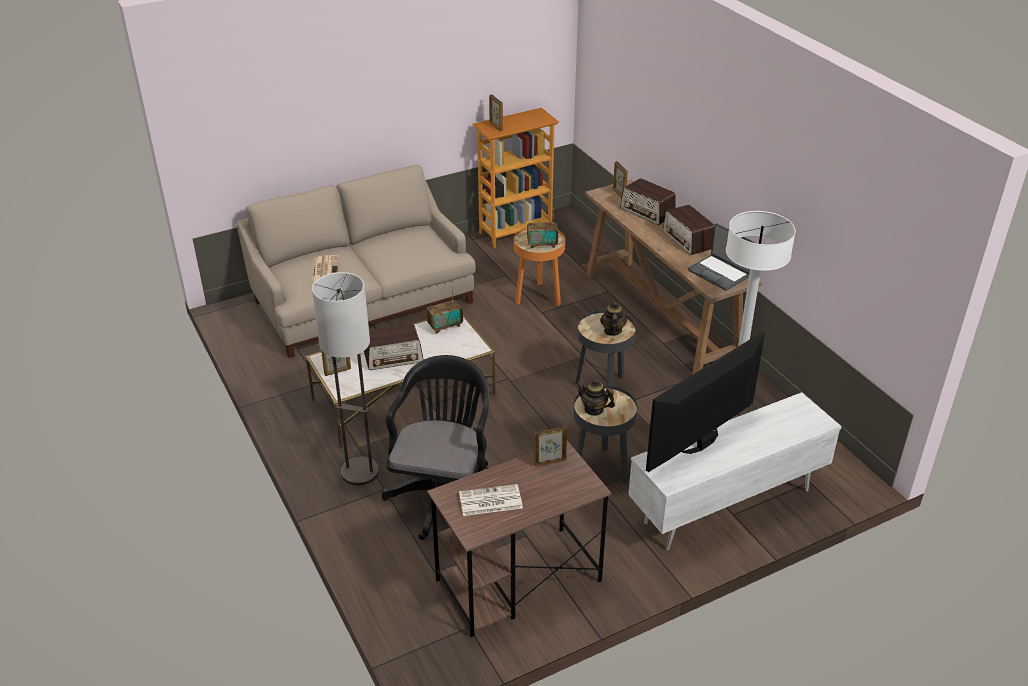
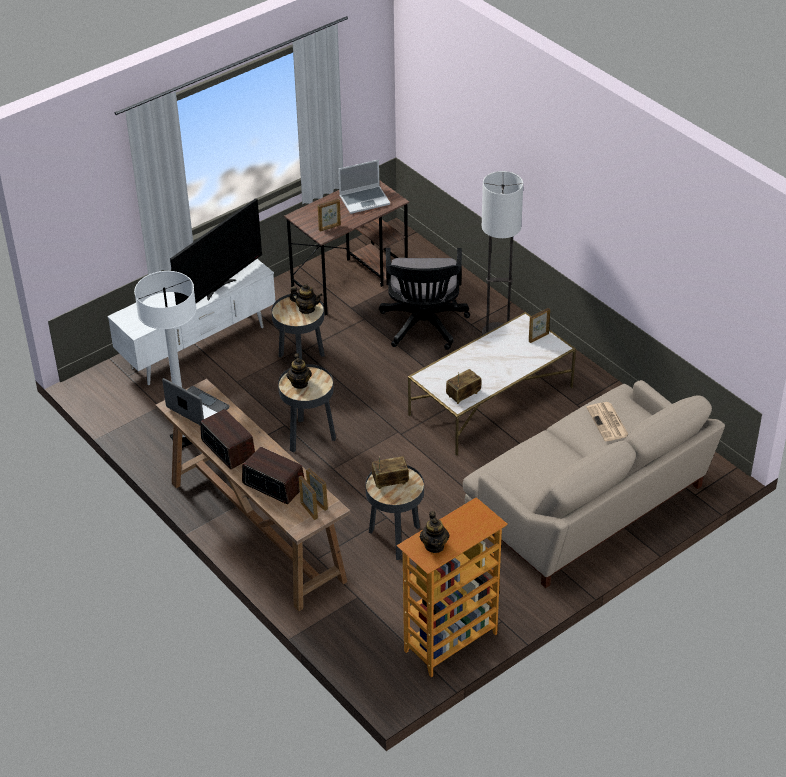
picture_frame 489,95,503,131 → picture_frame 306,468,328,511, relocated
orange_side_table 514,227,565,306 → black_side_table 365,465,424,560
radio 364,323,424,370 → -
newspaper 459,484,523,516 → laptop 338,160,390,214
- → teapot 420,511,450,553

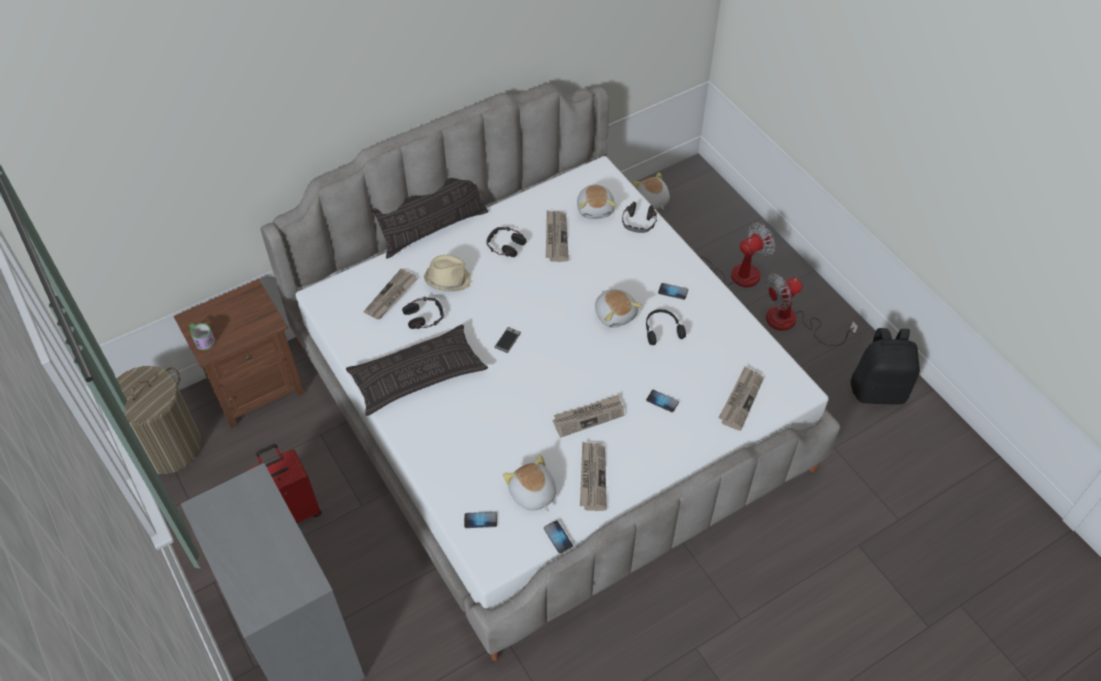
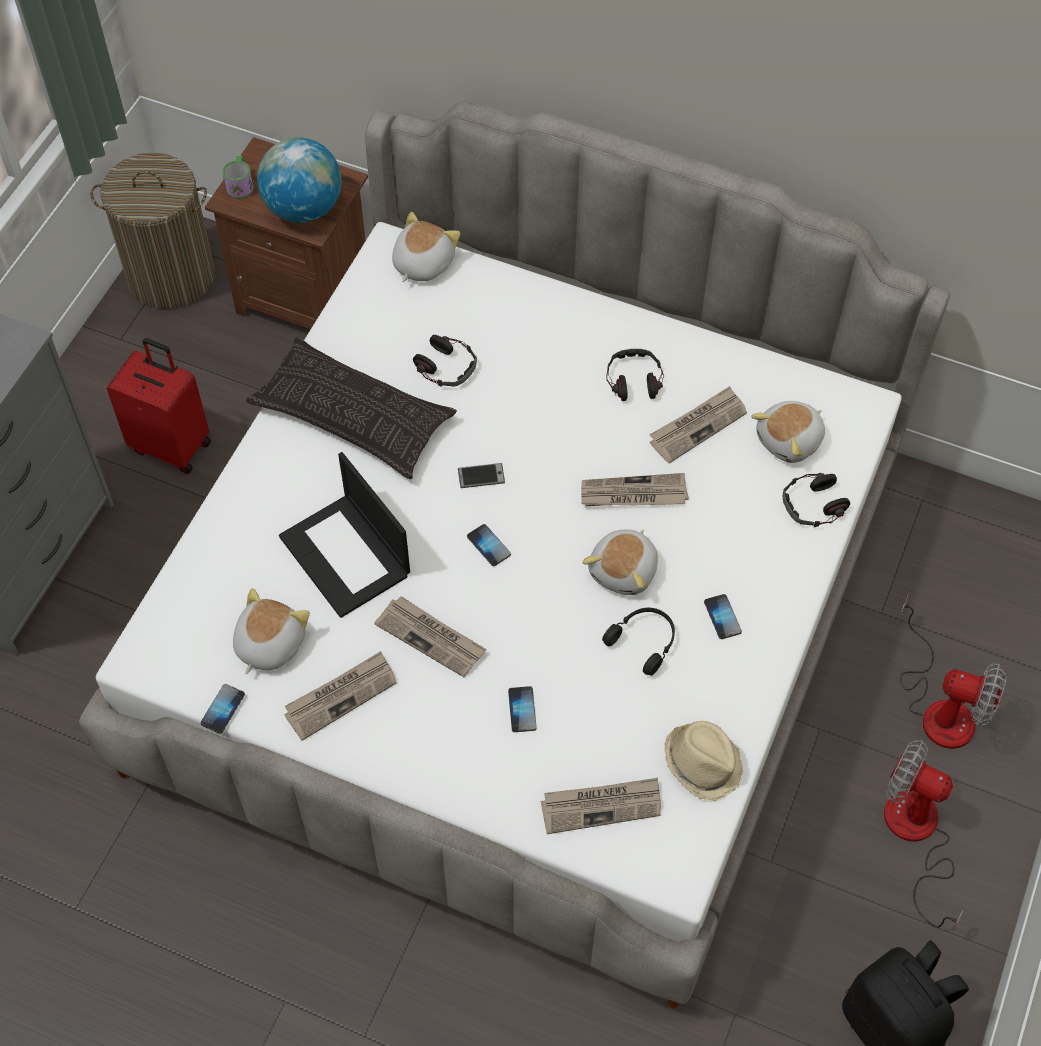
plush_toy 632,172,670,210 → plush_toy 392,212,460,282, relocated
pillow 372,178,488,259 → -
beige_hat 424,255,471,291 → beige_hat 664,721,743,801, relocated
newspaper 364,269,417,319 → newspaper 581,473,689,506, relocated
phone 464,512,497,528 → phone 467,524,511,566, relocated
- → globe 257,137,341,223
- → laptop 279,452,410,618

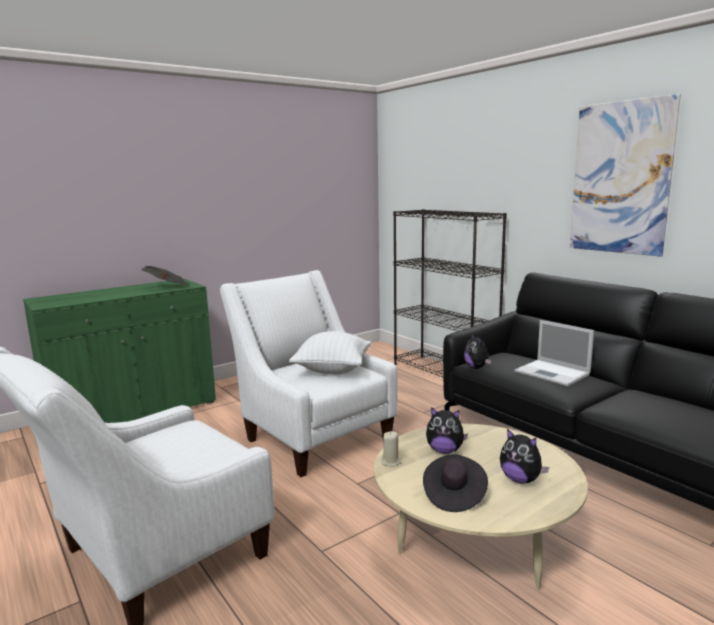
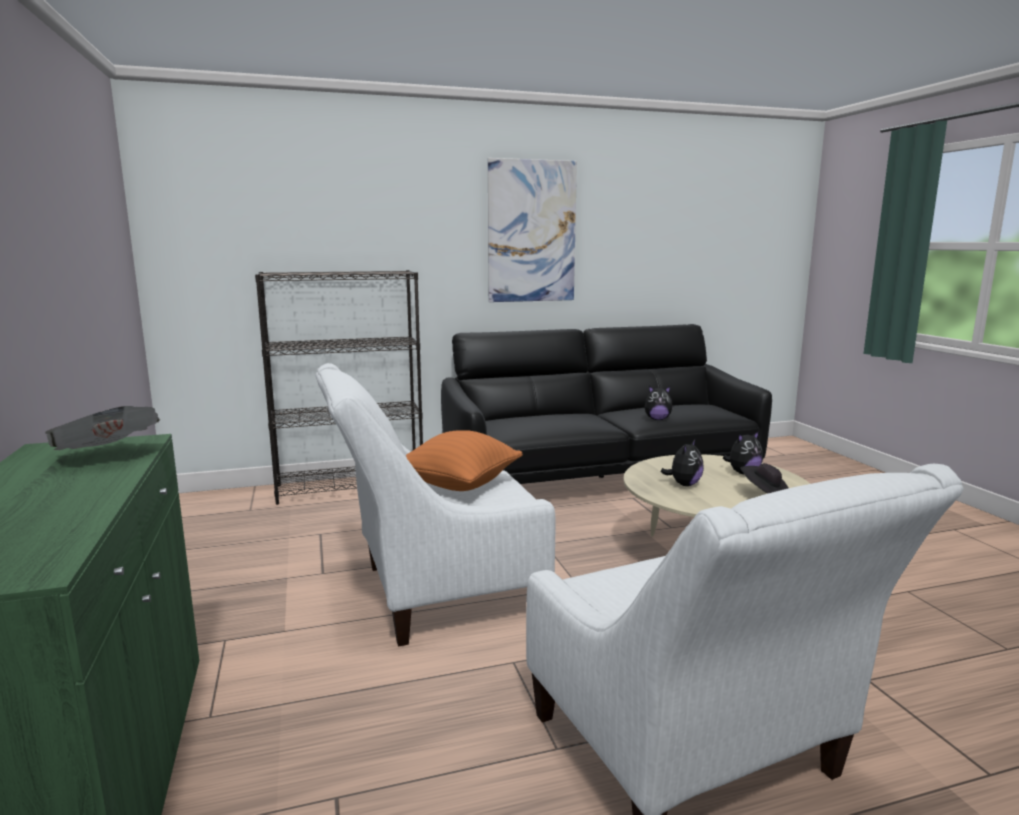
laptop 515,320,594,386 → -
white_pillow 289,331,371,375 → orange_pillow 406,430,523,491
plush_toy 464,333,491,369 → plush_toy 644,386,673,420, relocated
beige_candle 381,431,401,467 → -

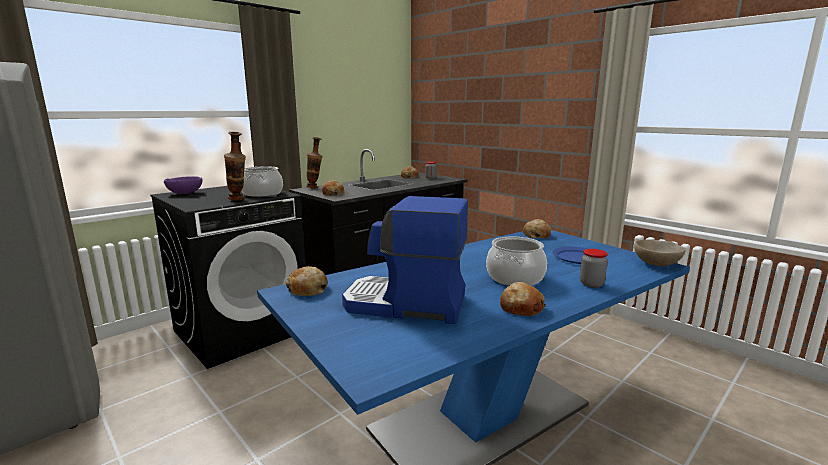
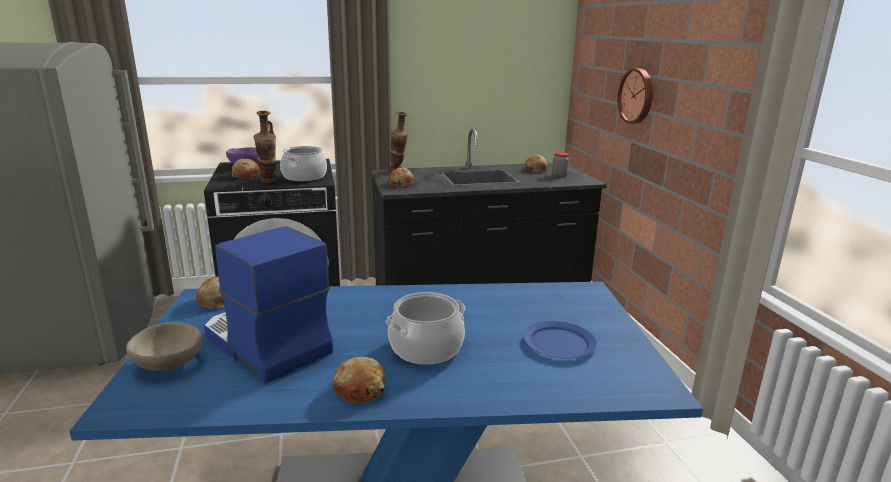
bread 523,219,551,239 → bread 232,159,261,179, relocated
beige_bowl 634,240,685,266 → beige_bowl 126,322,202,371, relocated
jar 580,249,608,288 → -
- → wall_clock 618,68,653,124

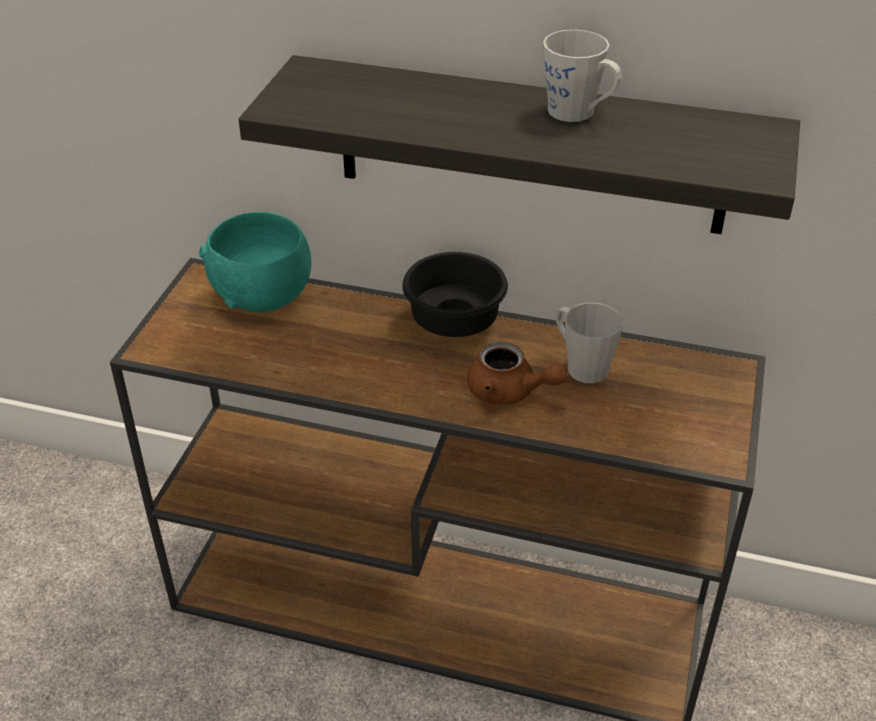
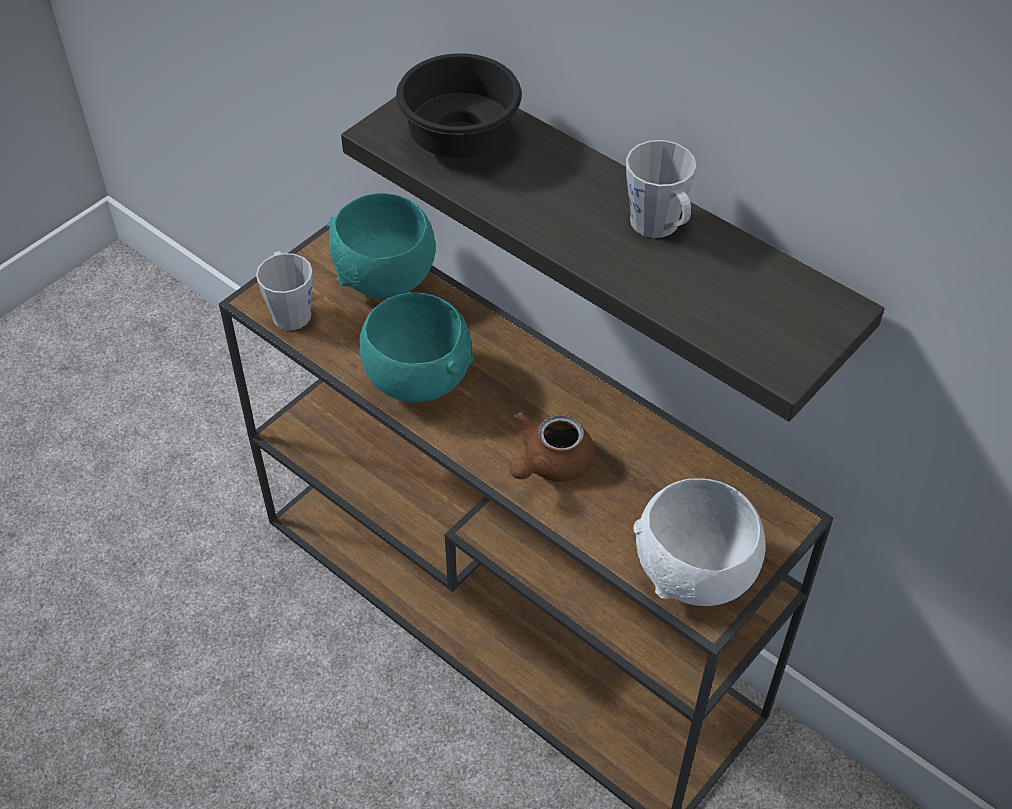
black_bowl 402,252,508,337 → black_bowl 396,53,522,158, relocated
grey_mug 556,302,623,383 → grey_mug 256,251,313,330, relocated
brown_teapot 467,342,567,405 → brown_teapot 510,412,595,482, 75 degrees clockwise
- → turquoise_bowl 359,293,473,402
- → white_bowl 633,478,765,606

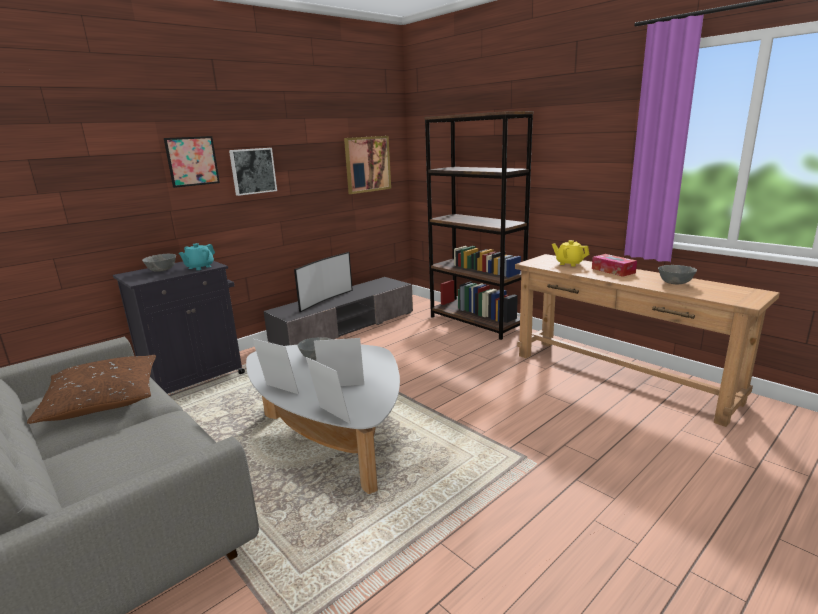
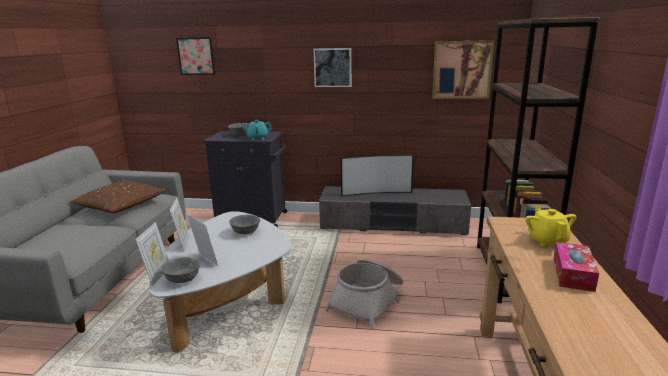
picture 164,136,220,188 → picture 176,37,215,75, relocated
grey_bowl 658,265,697,284 → grey_bowl 161,257,201,283, relocated
- → basket 325,259,403,329

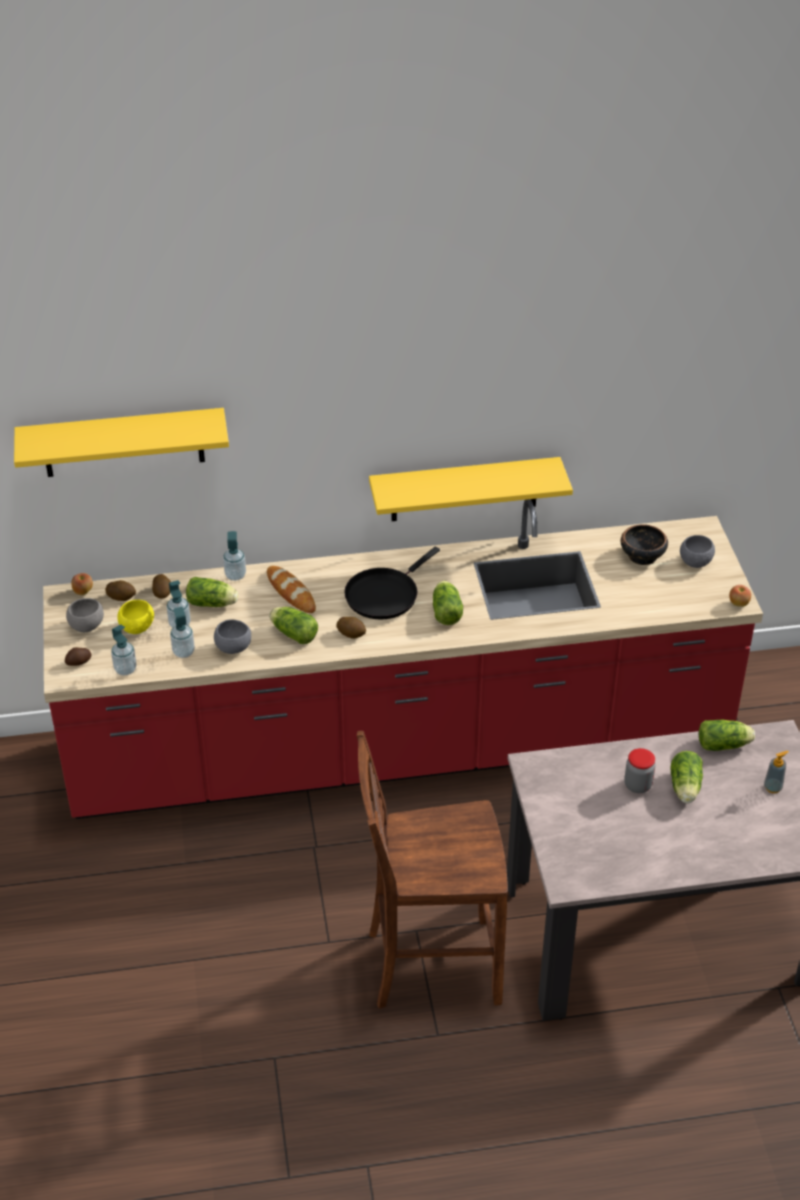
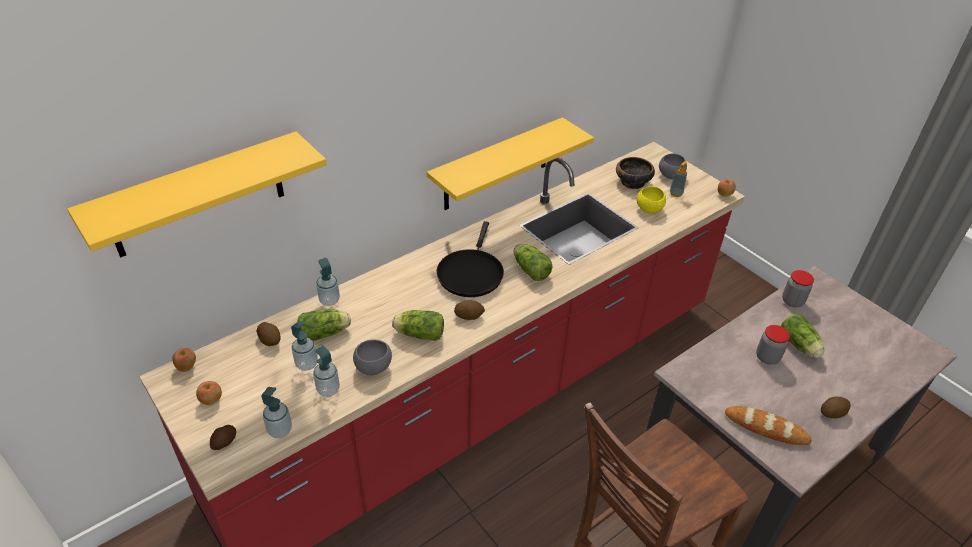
bread 267,566,316,613 → bread 725,406,812,445, relocated
potato 105,580,136,601 → potato 821,397,851,418, relocated
grey_bowl 66,598,104,632 → apple 196,381,222,405
yellow_bowl 117,600,154,634 → yellow_bowl 637,186,666,214, relocated
lettuce 699,720,755,751 → jar 782,270,814,307
soap_dispenser 764,751,789,793 → soap_dispenser 670,161,687,197, relocated

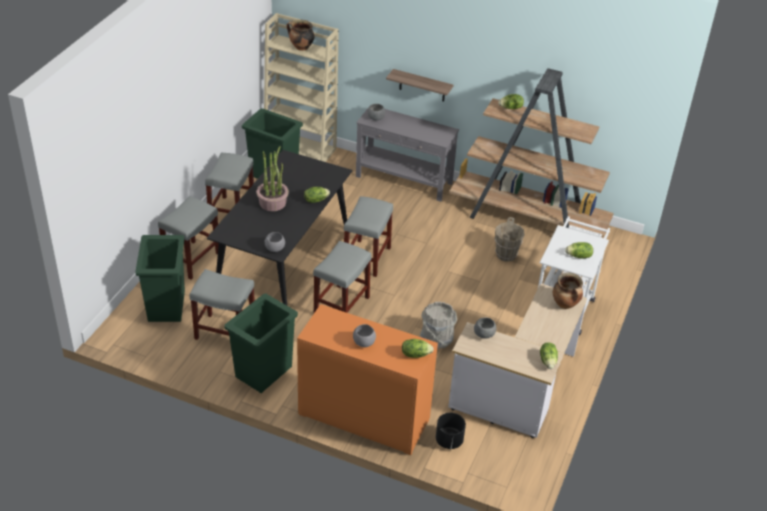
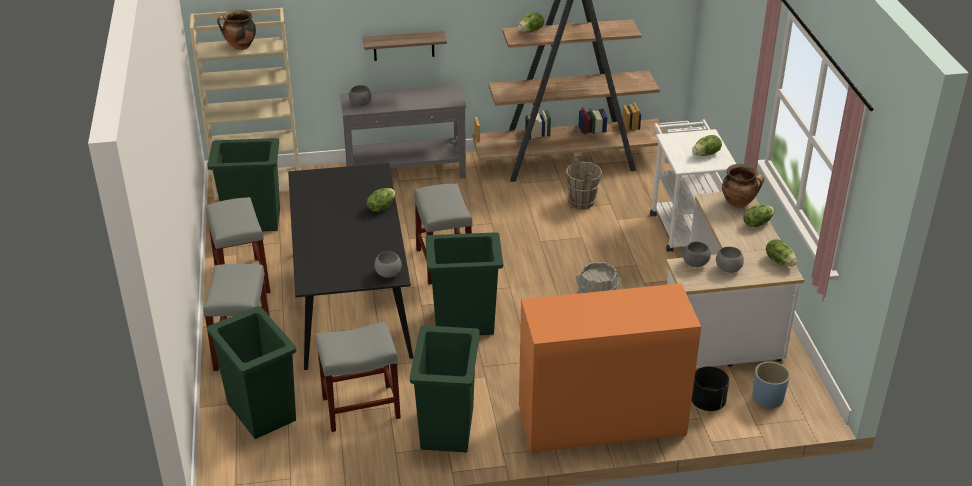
potted_plant 256,146,289,211 → -
grey_stool 313,241,371,313 → green_trash_can 426,232,503,335
grey_bowl 353,324,376,347 → grey_bowl 716,247,744,273, relocated
lettuce 402,339,434,358 → lettuce 743,205,775,227, relocated
- → blue_planter 752,361,790,409

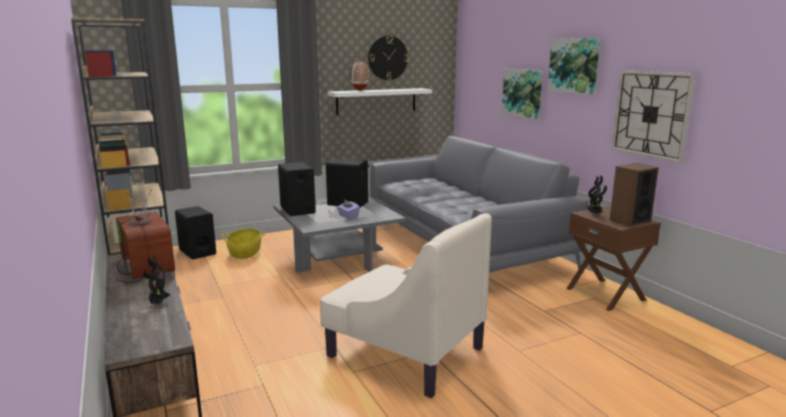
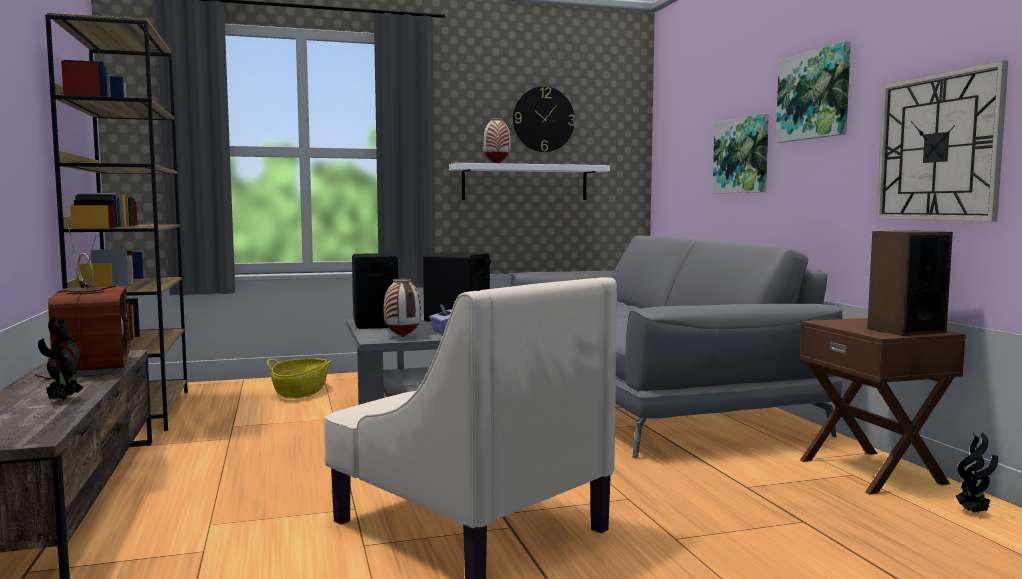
potted_plant 587,175,607,215 → potted_plant 956,433,998,513, relocated
black_speaker 175,206,216,259 → -
- → vase 384,279,421,337

